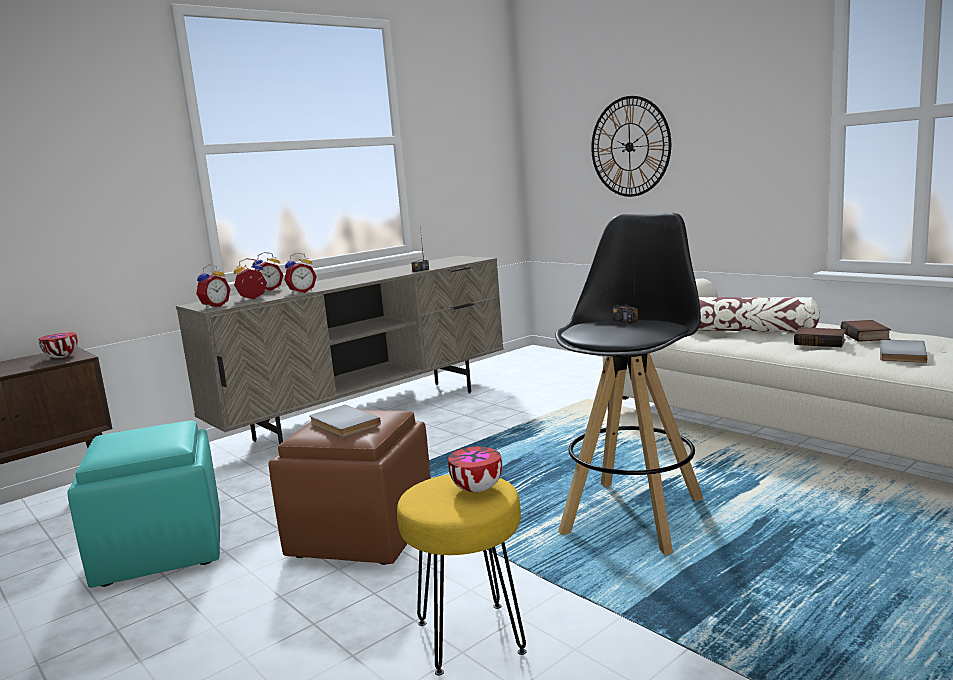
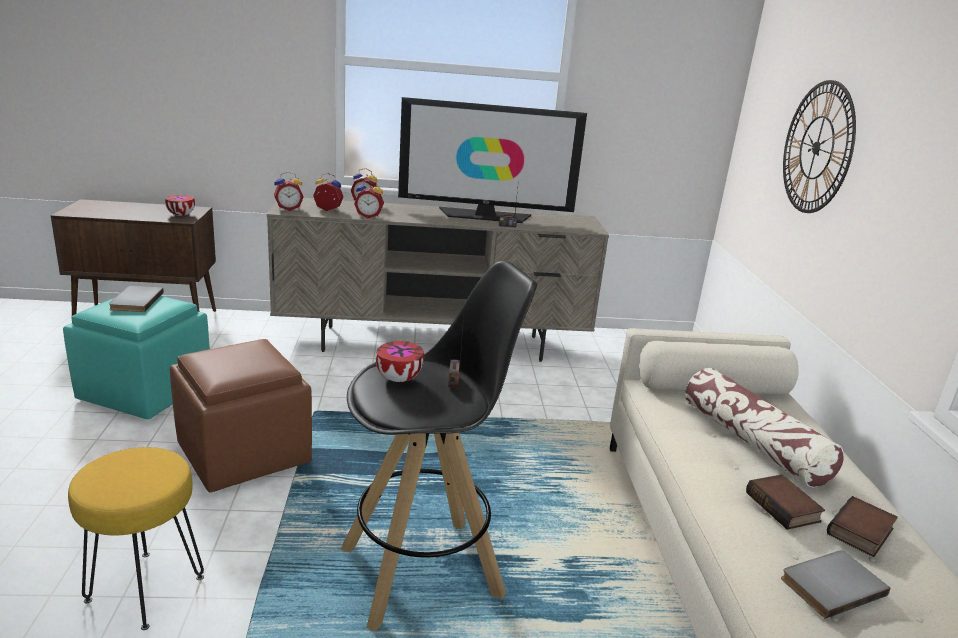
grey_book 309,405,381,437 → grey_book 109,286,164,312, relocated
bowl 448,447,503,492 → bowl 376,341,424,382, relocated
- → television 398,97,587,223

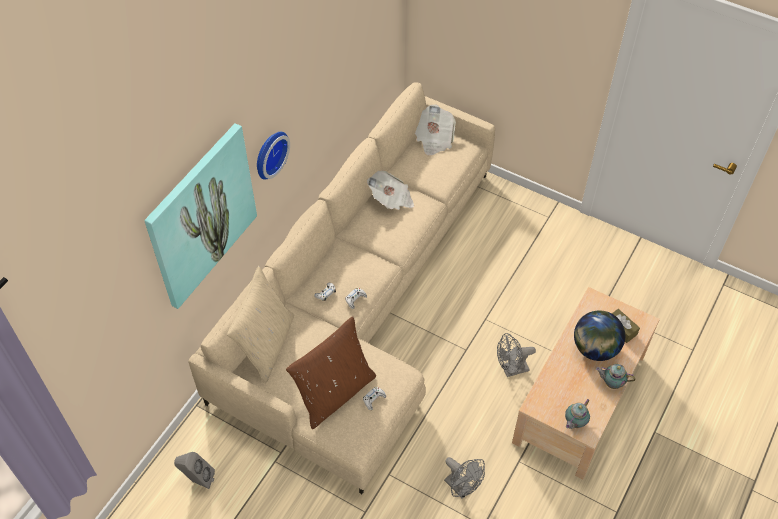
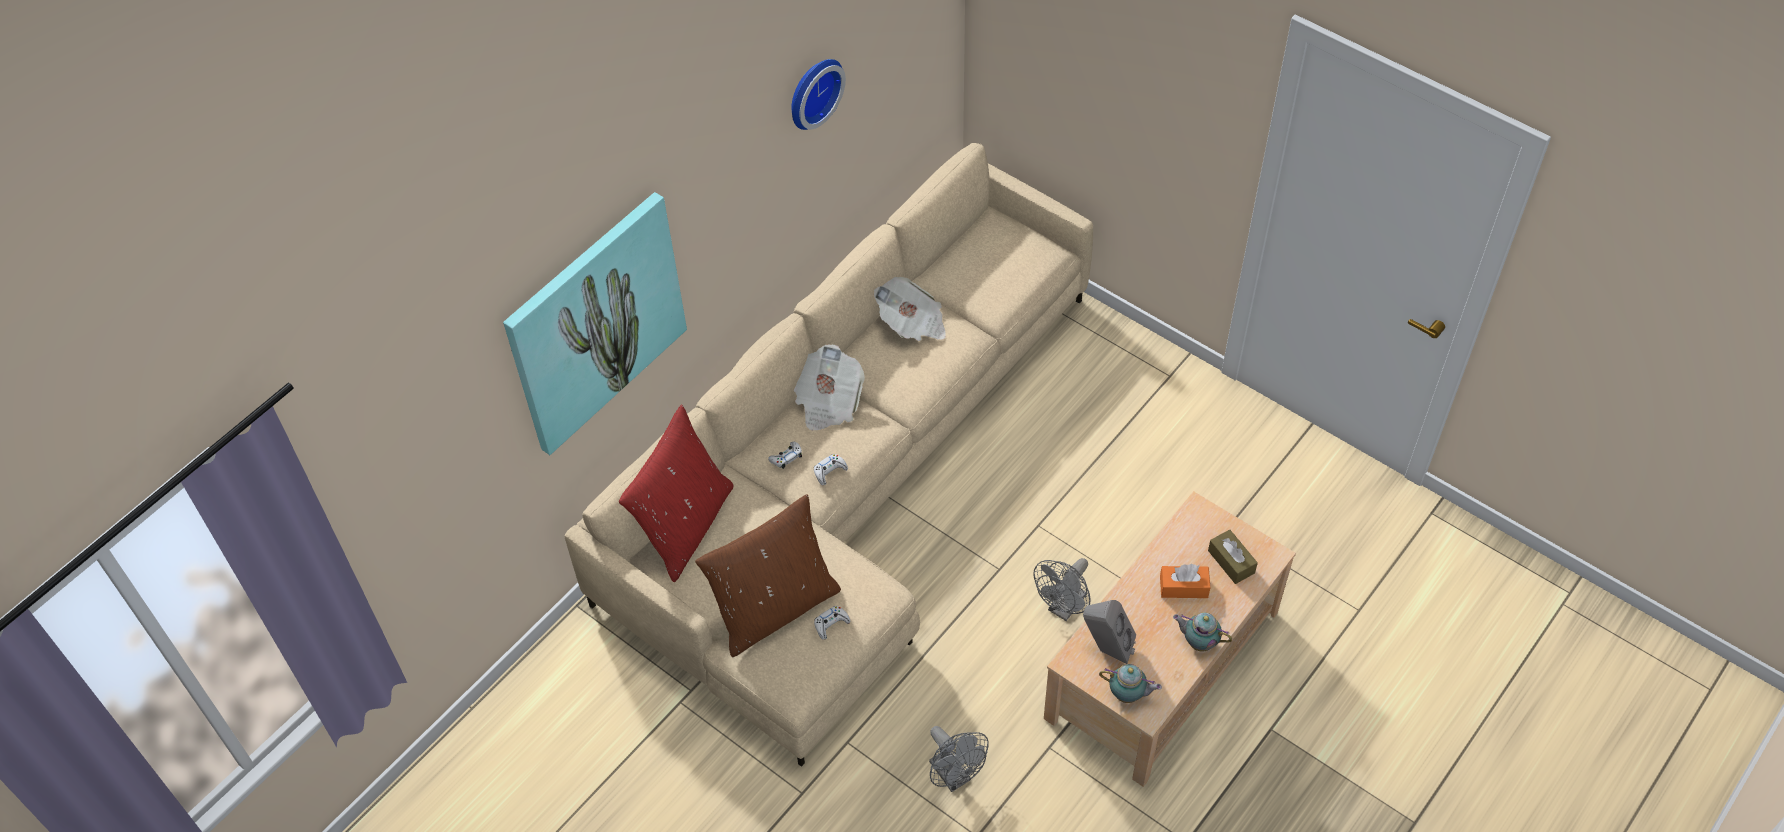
newspaper 415,104,456,156 → newspaper 794,344,865,431, relocated
wall_clock 257,132,290,180 → wall_clock 791,59,846,130, relocated
beige_pillow 227,266,294,384 → red_pillow 619,404,734,582
globe 574,311,625,361 → orange_tissue_box 1160,564,1210,598
grey_fan 497,333,536,377 → grey_fan 1033,558,1091,621, 45 degrees counterclockwise
teapot 565,399,590,429 → teapot 1099,664,1162,703, 120 degrees counterclockwise
grey_speaker 174,452,215,489 → grey_speaker 1083,600,1136,664, relocated

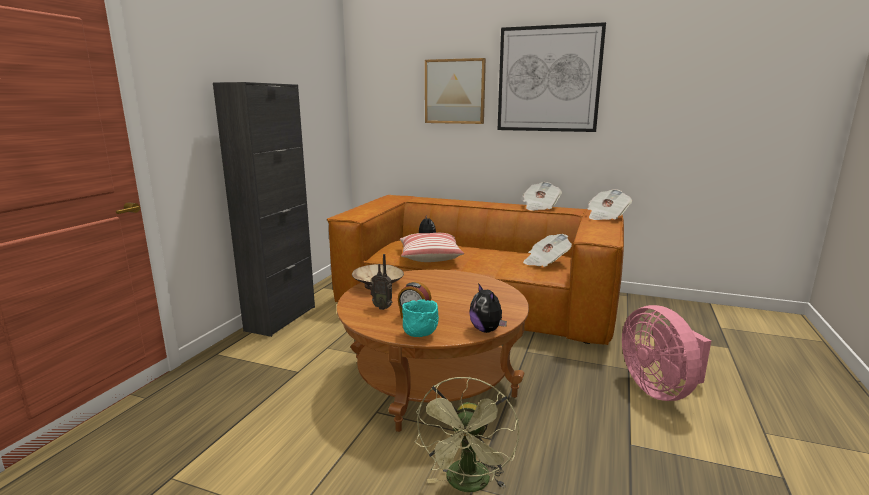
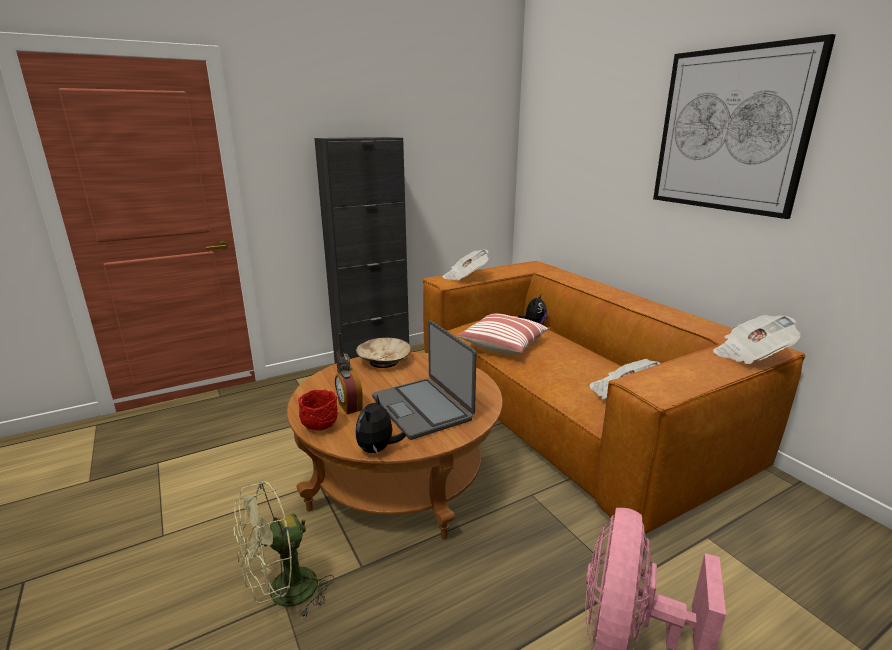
picture 425,58,486,124 → -
newspaper 523,182,562,211 → newspaper 442,249,489,281, relocated
turquoise_bowl 402,299,439,337 → red_bowl 298,390,338,431
- → laptop 372,320,477,440

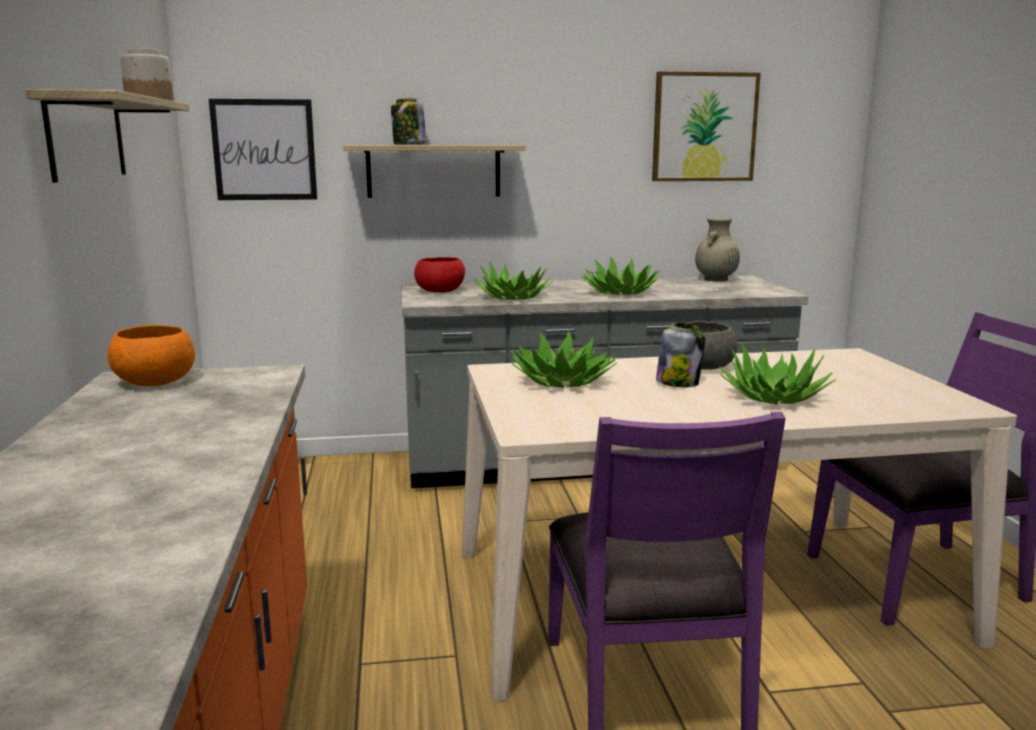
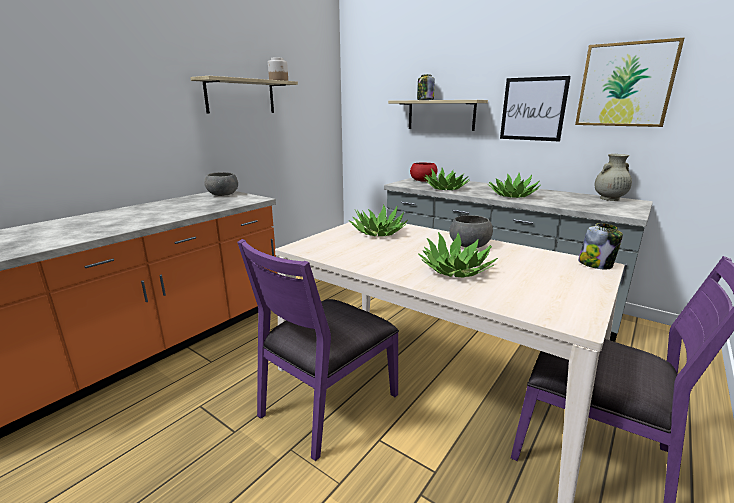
picture 209,99,317,200 → picture 500,76,571,142, relocated
jar 656,323,705,387 → jar 578,223,623,269, relocated
orange_bowl 107,325,195,386 → grey_bowl 204,172,238,196

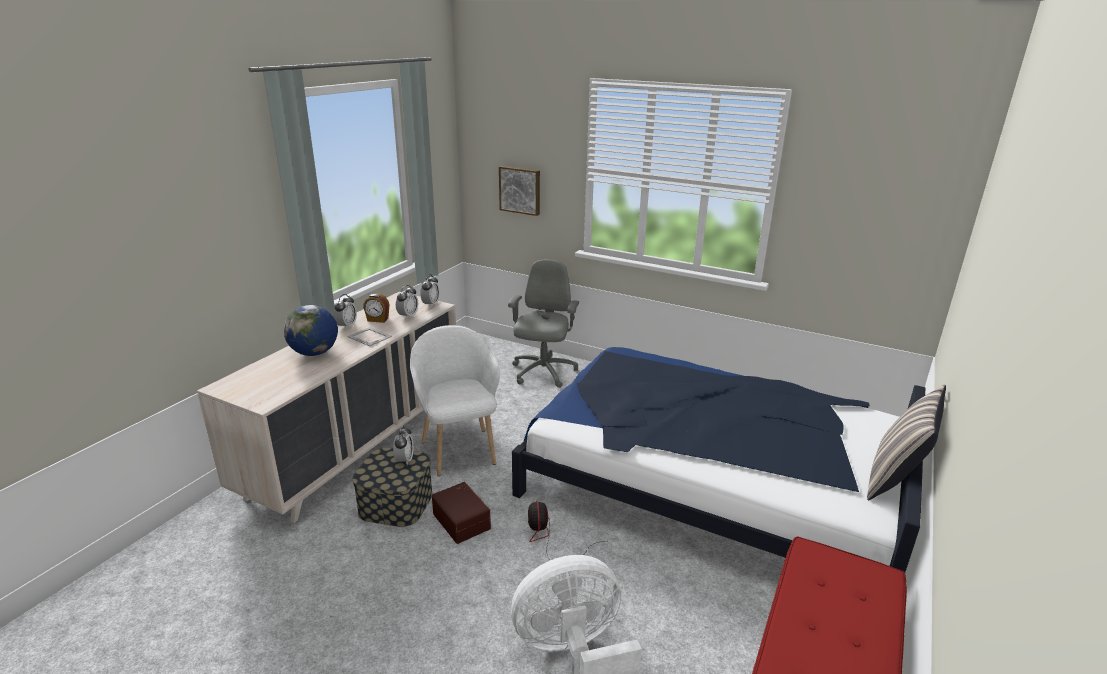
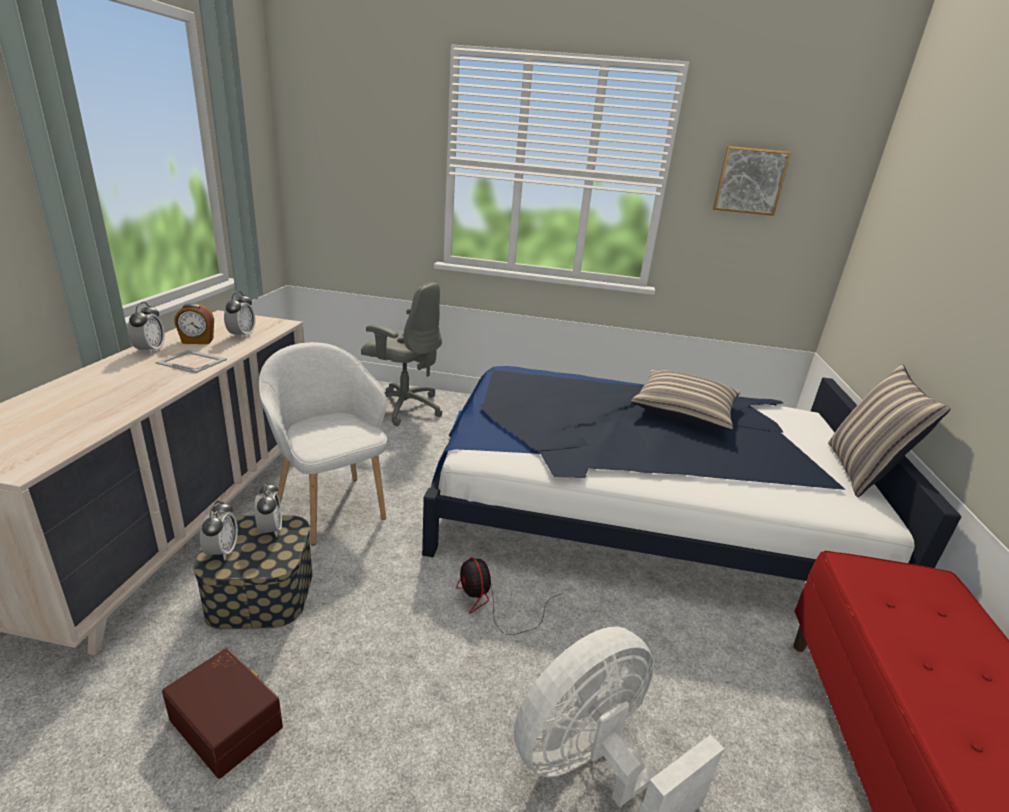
picture 499,166,540,216 → picture 713,146,791,216, relocated
grey_office_chair 508,260,579,388 → grey_office_chair 361,282,443,426, 120 degrees clockwise
alarm_clock 420,274,440,307 → alarm_clock 200,501,238,560, relocated
globe 284,305,338,356 → -
brown_storage_box 432,482,491,544 → brown_storage_box 162,648,283,779, relocated
- → pillow 631,370,740,430

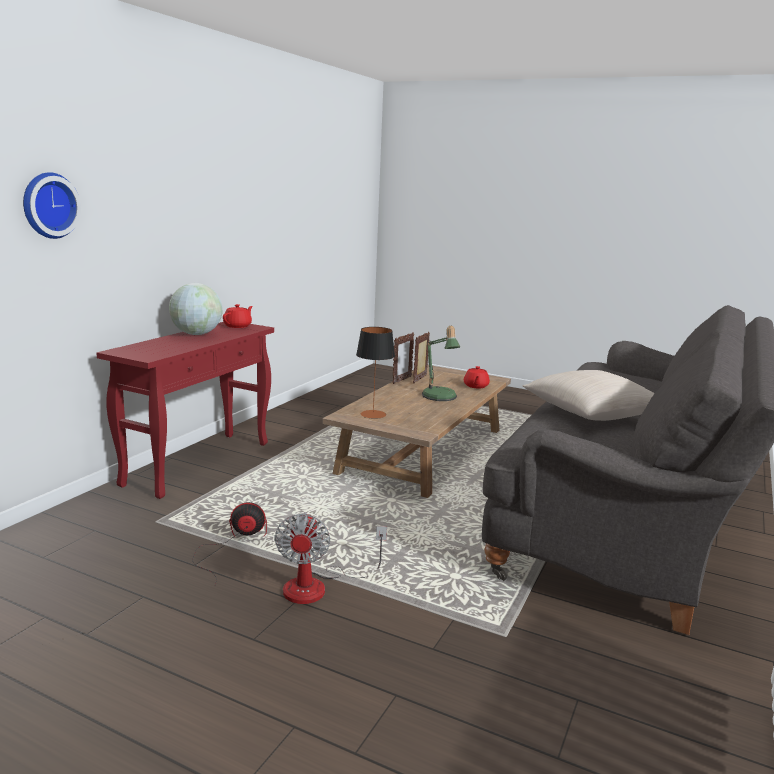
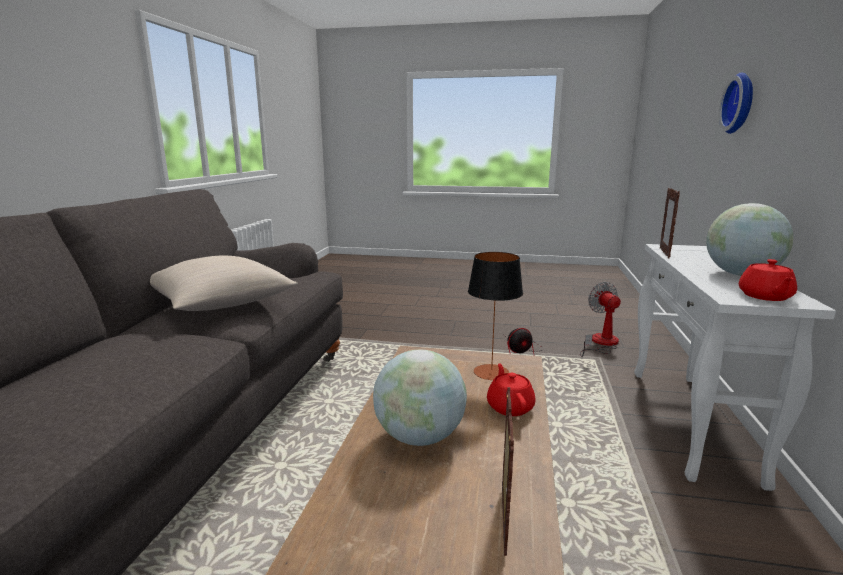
red_console_table 96,322,274,499 → white_console_table 634,244,836,491
table_lamp 422,326,460,401 → globe 373,349,467,446
picture_frame 392,332,414,384 → picture_frame 660,188,680,258, relocated
red_teapot 464,366,490,388 → red_teapot 487,363,535,416, relocated
fan 275,512,387,604 → fan 580,282,621,357, relocated

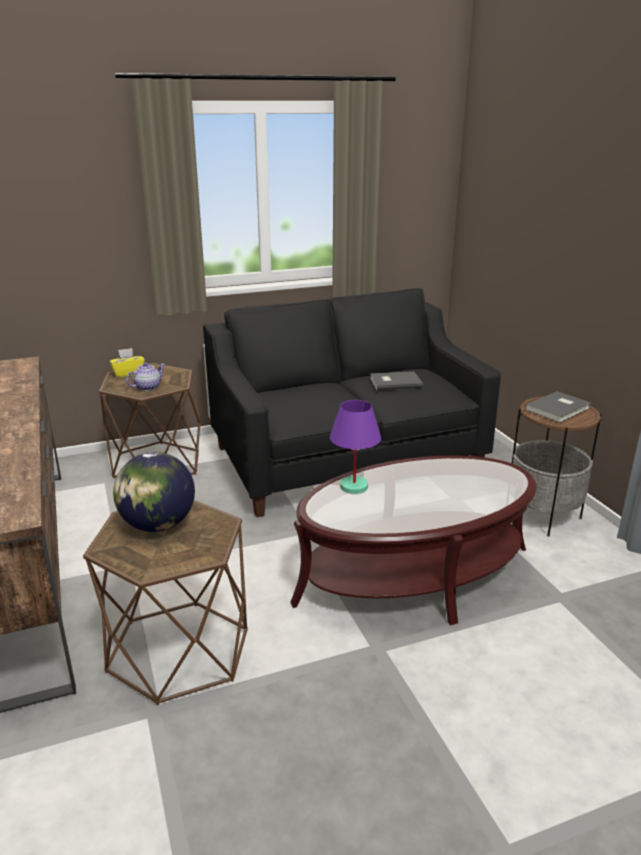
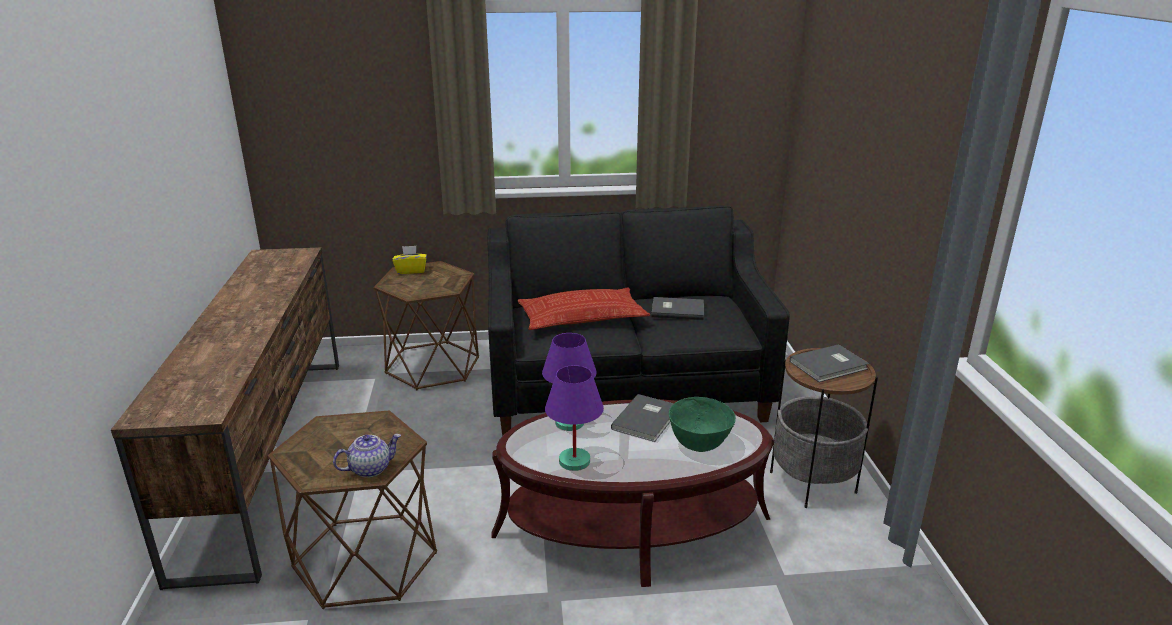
teapot 126,362,165,391 → teapot 333,434,401,478, relocated
globe 113,452,195,532 → -
- → pillow 518,288,650,330
- → purple_table_lamp 545,365,604,471
- → grey_book 611,394,674,442
- → green_bowl 669,397,736,452

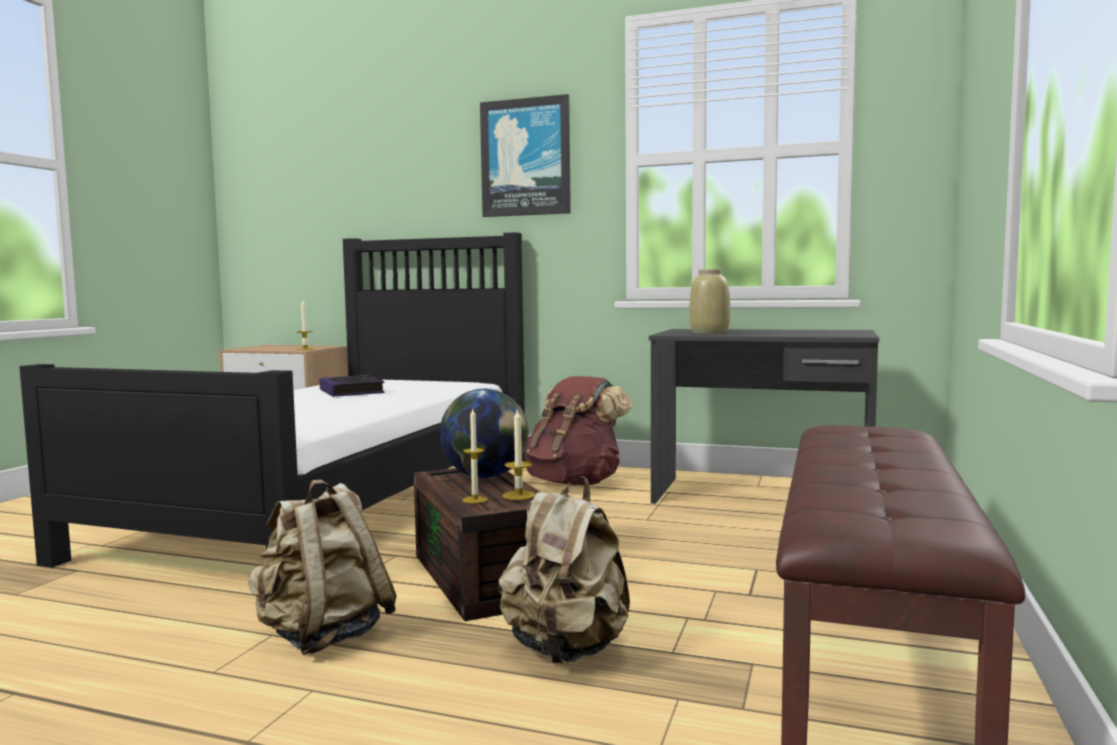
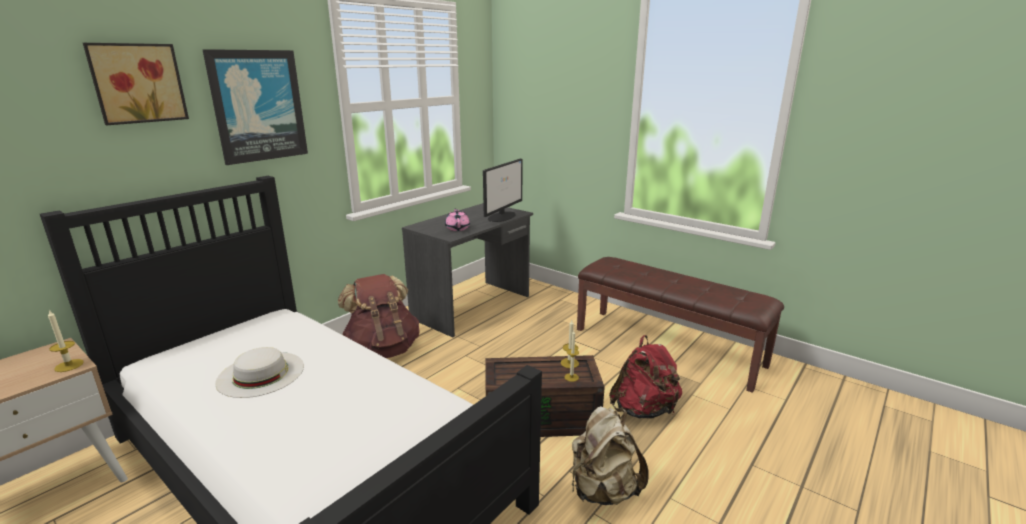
beige_vase 689,269,730,334 → pink_teapot 445,208,470,231
book 319,375,385,397 → white_hat 215,347,304,398
globe 440,389,529,478 → -
beige_backpack 498,477,630,663 → red_backpack 609,335,682,418
- → picture 83,43,189,125
- → monitor 483,159,523,222

